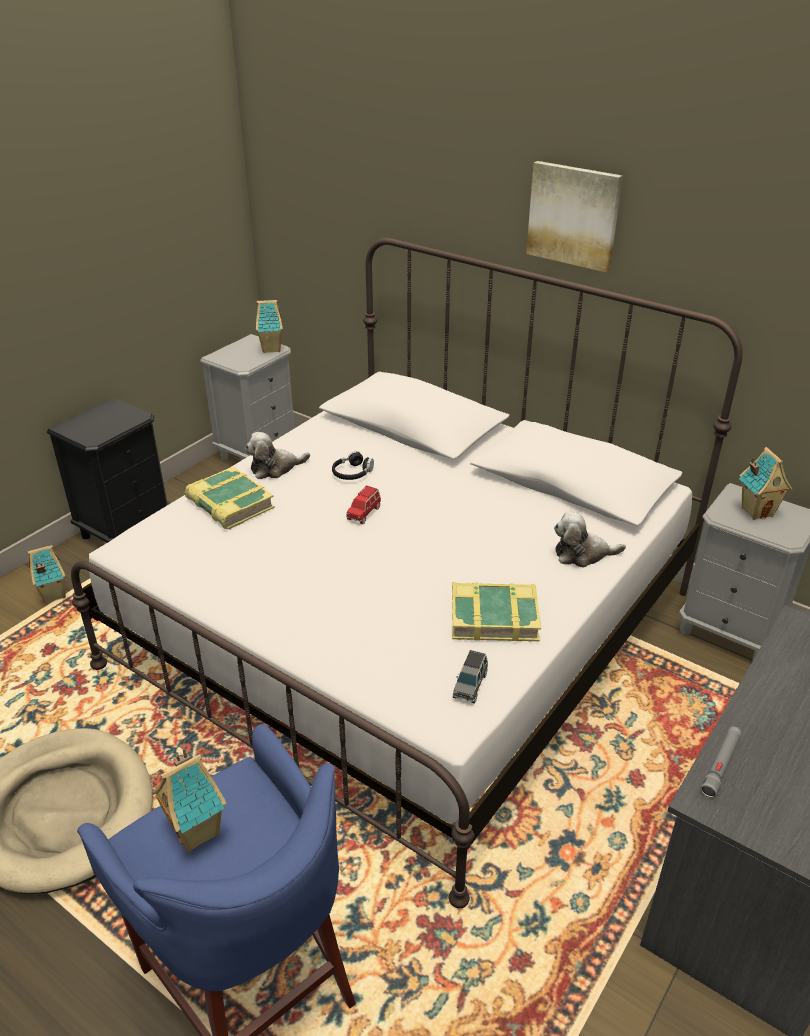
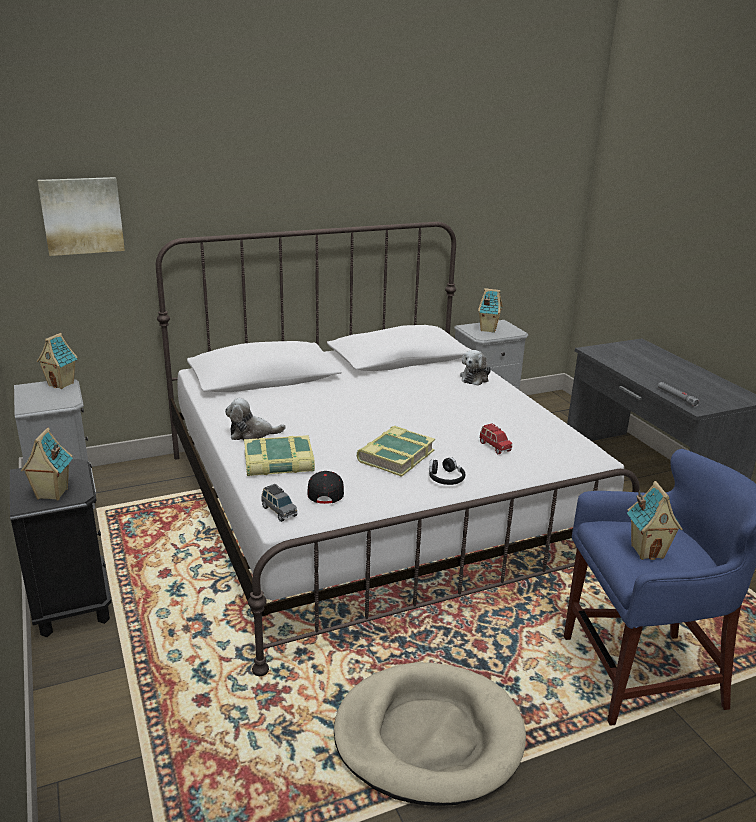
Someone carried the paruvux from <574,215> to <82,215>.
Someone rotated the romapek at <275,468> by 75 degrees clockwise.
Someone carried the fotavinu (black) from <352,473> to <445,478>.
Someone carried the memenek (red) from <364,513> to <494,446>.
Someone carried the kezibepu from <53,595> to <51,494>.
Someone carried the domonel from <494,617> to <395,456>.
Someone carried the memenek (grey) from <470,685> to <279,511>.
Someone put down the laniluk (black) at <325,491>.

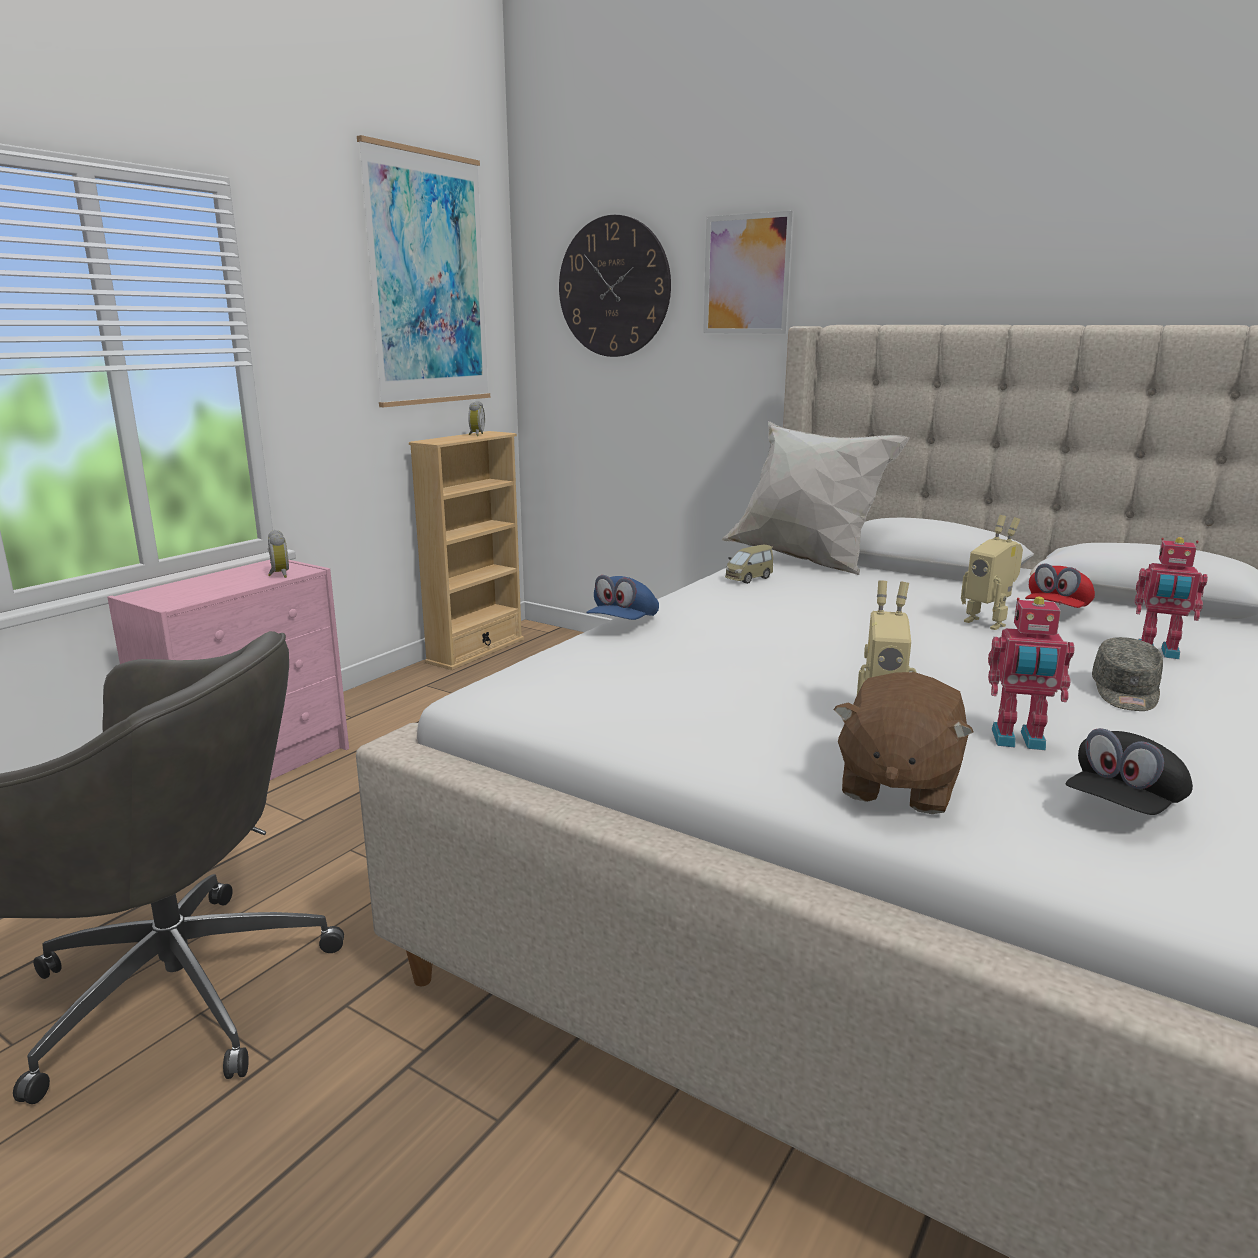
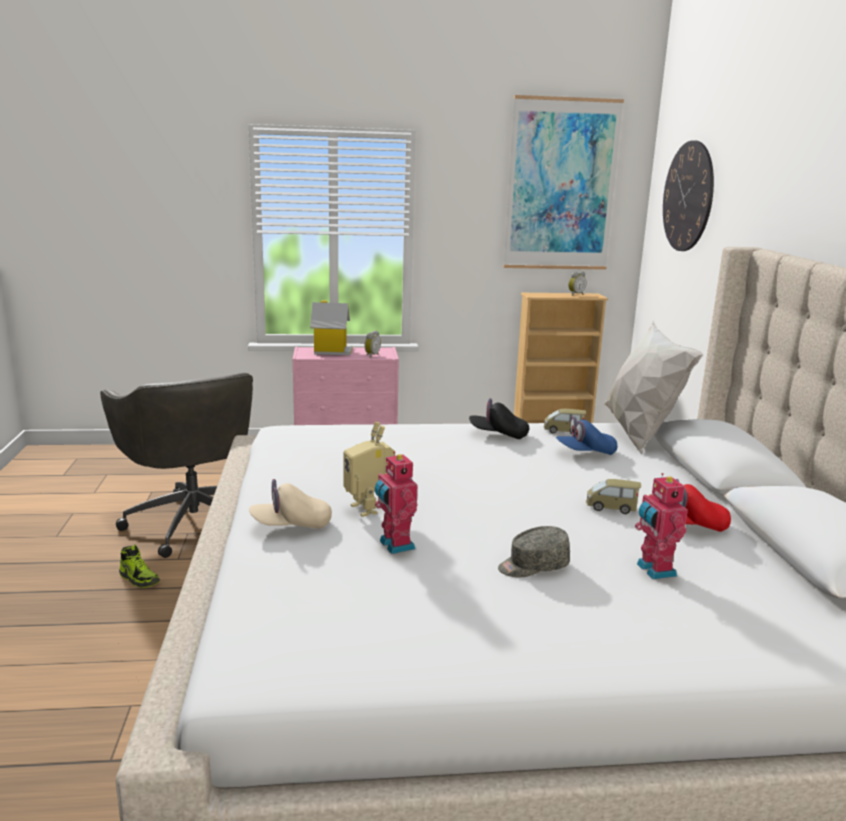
Someone took away the paruvux at <747,274>.
Someone swapped the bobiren at <988,622> for the memenek at <611,507>.
Someone carried the laniluk (blue) from <623,624> to <585,453>.
Someone swapped the romapek (brown) at <896,785> for the laniluk (beige) at <291,525>.
Someone carried the laniluk (black) from <1123,807> to <498,434>.
Someone put down the kezibepu at <331,351>.
Someone put down the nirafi at <139,579>.

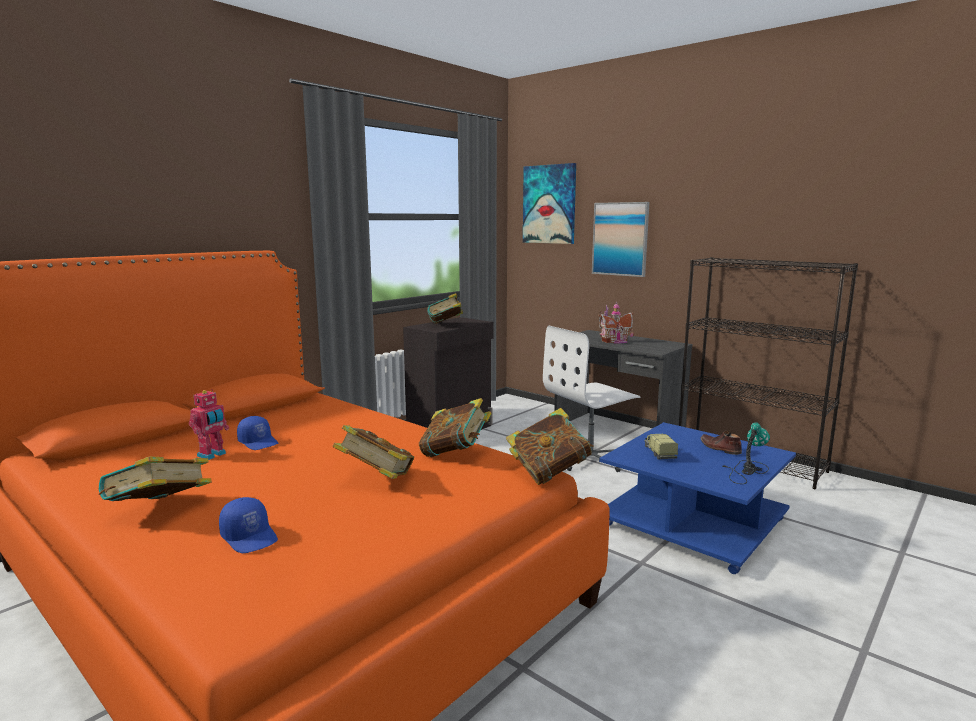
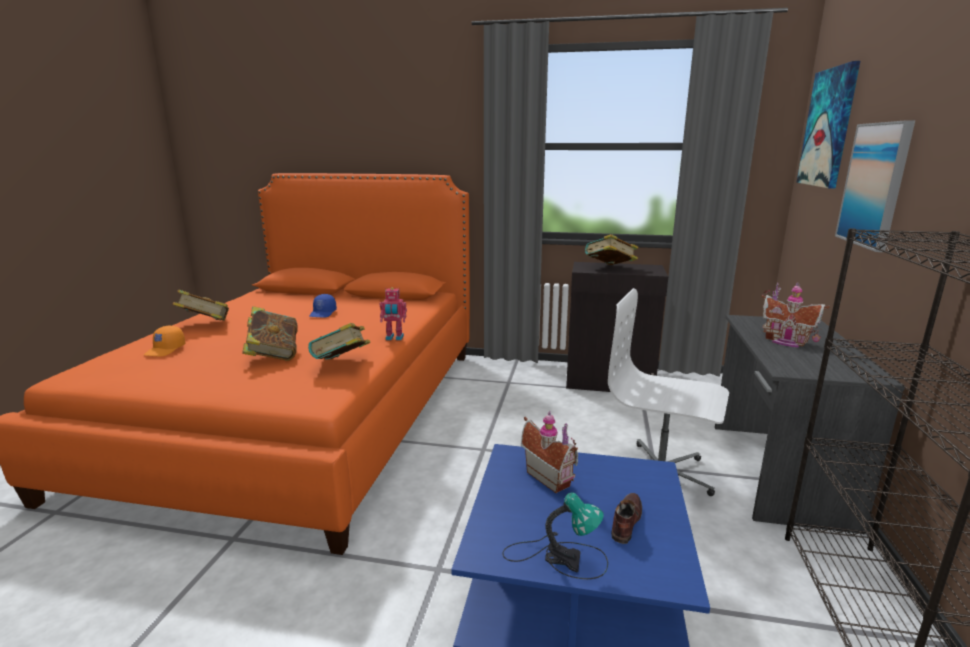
Someone carried the bobiren from <212,455> to <394,338>.
Someone took away the domonel at <549,473>.
Someone swapped the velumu at <659,453> for the kezibepu at <550,477>.
Someone repainted the laniluk (blue) at <250,537>, which became the laniluk (orange) at <166,350>.

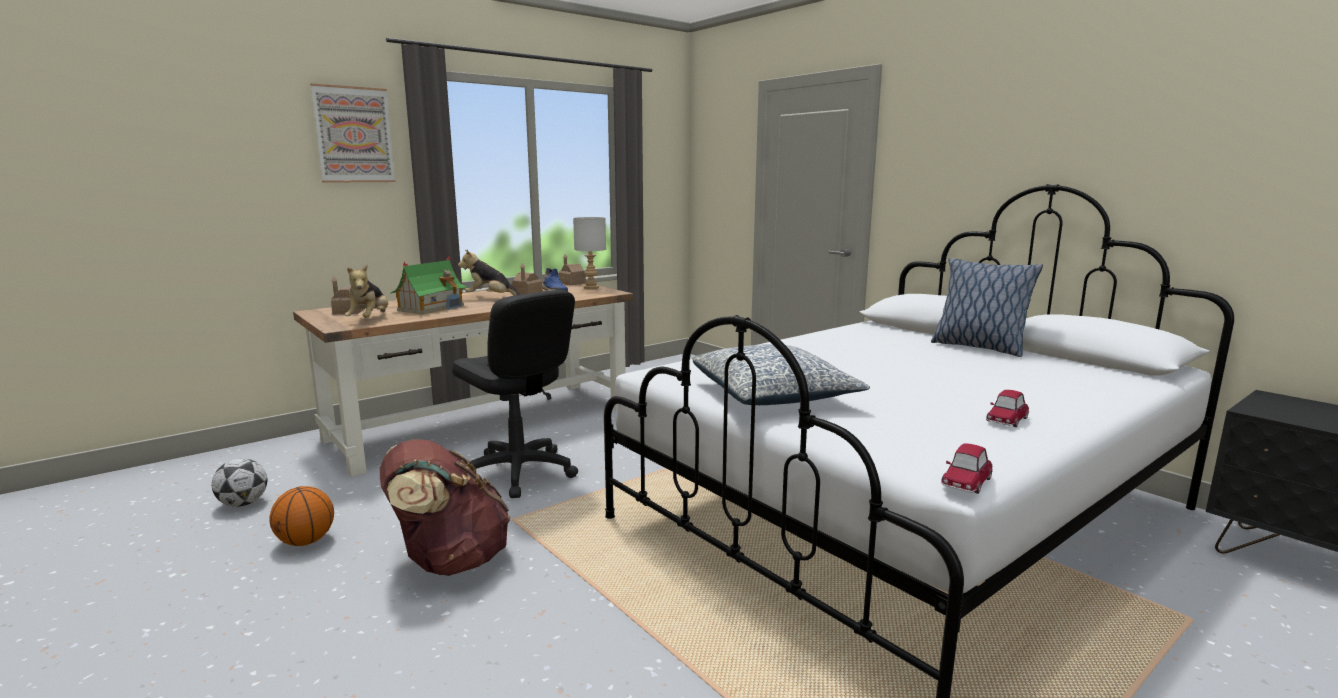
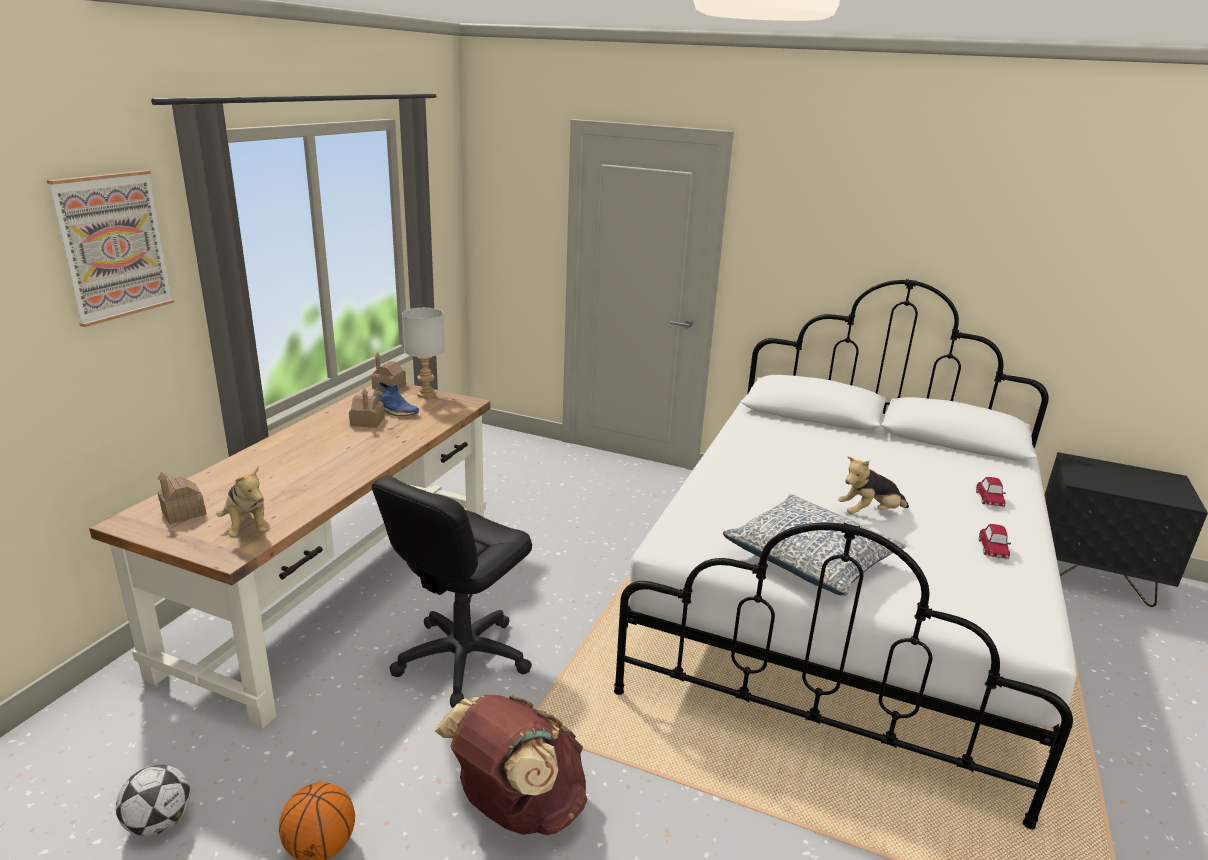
Someone carried the romapek from <491,298> to <869,513>.
Someone took away the kezibepu at <431,308>.
Someone took away the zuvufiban at <978,347>.
Someone rotated the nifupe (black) at <518,472> by 105 degrees clockwise.
Someone carried the memenek from <966,482> to <989,499>.

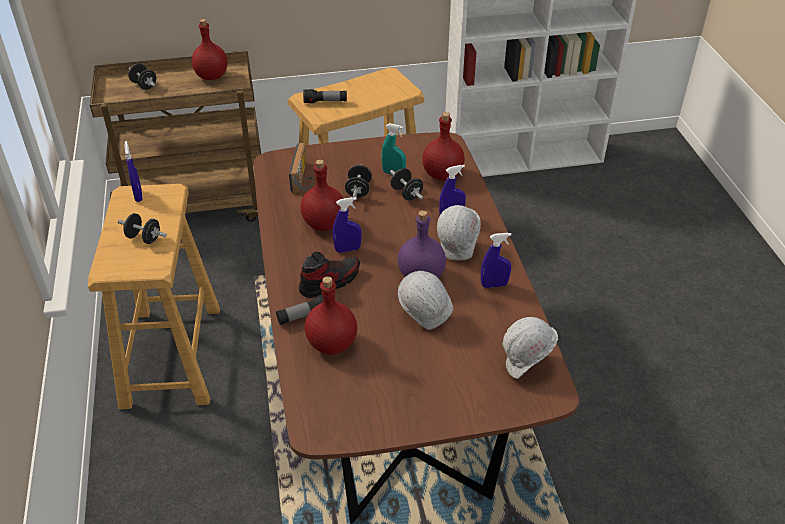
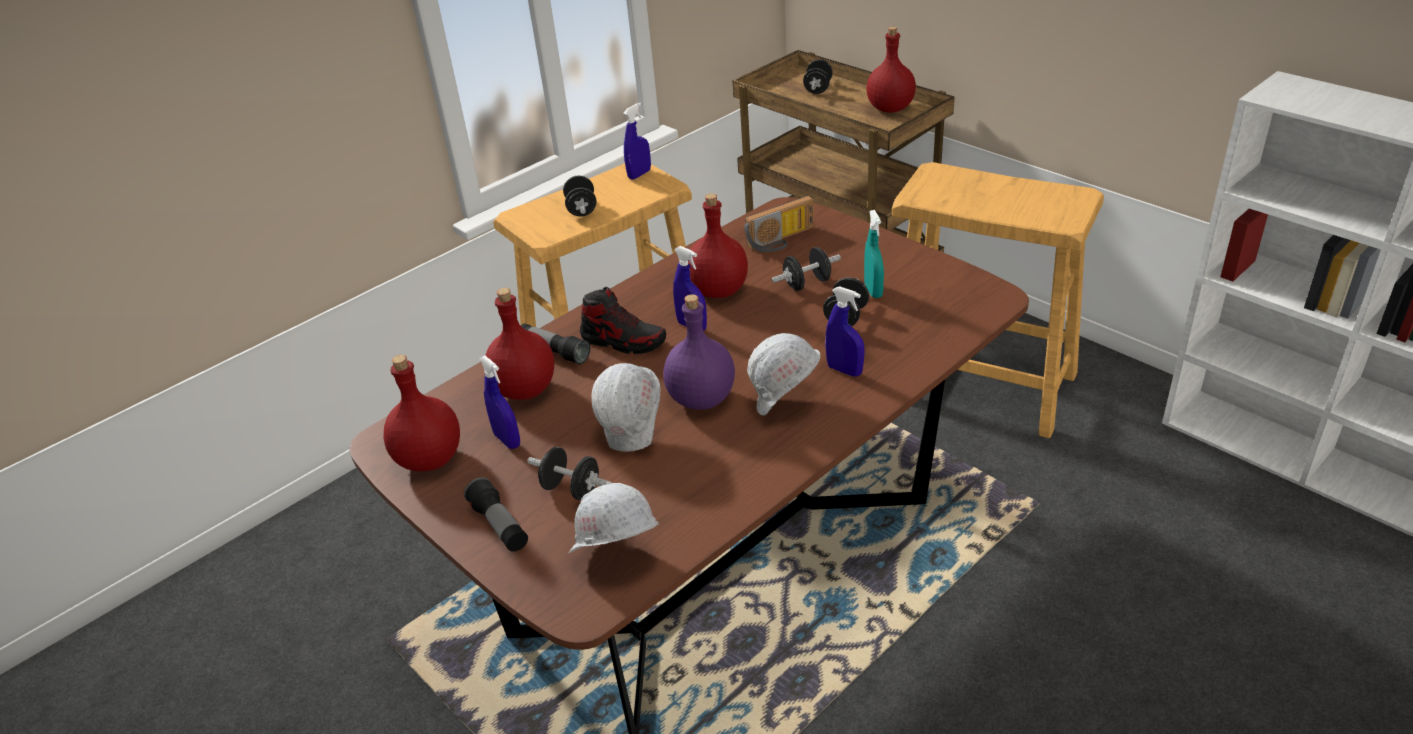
Someone carried the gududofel from <325,102> to <499,526>.
Someone carried the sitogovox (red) from <443,175> to <429,460>.
Someone carried the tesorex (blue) from <494,285> to <507,440>.
Someone put down the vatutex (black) at <571,489>.

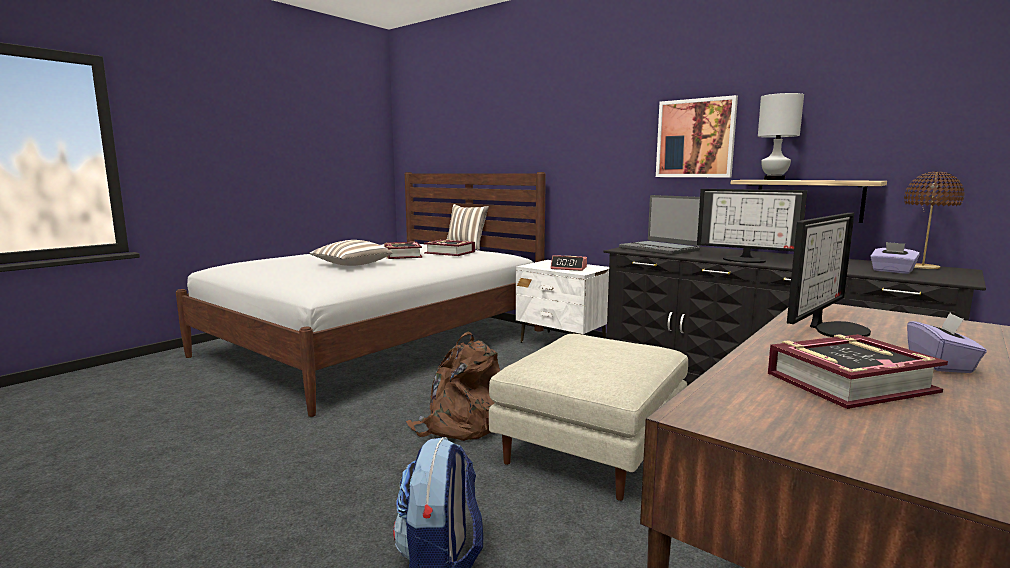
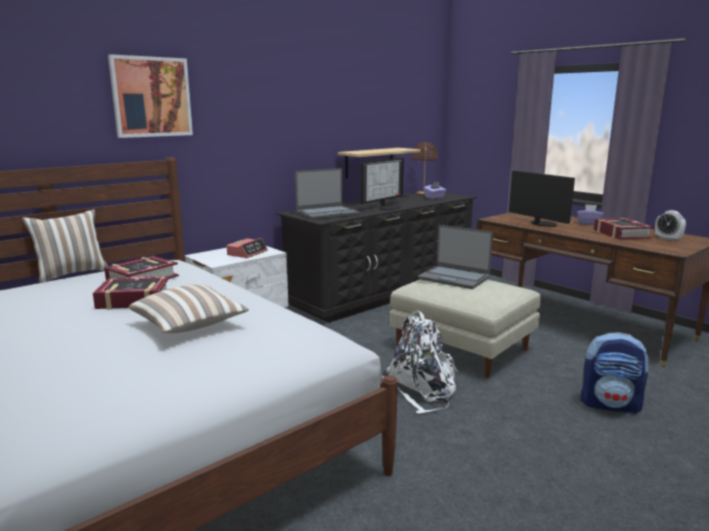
Someone took away the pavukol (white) at <774,179>.
Someone carried the paruvux from <695,138> to <151,97>.
Someone repainted the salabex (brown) at <461,424>, which became the salabex (white) at <422,389>.
Someone put down the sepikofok at <668,239>.
Someone put down the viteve at <454,278>.

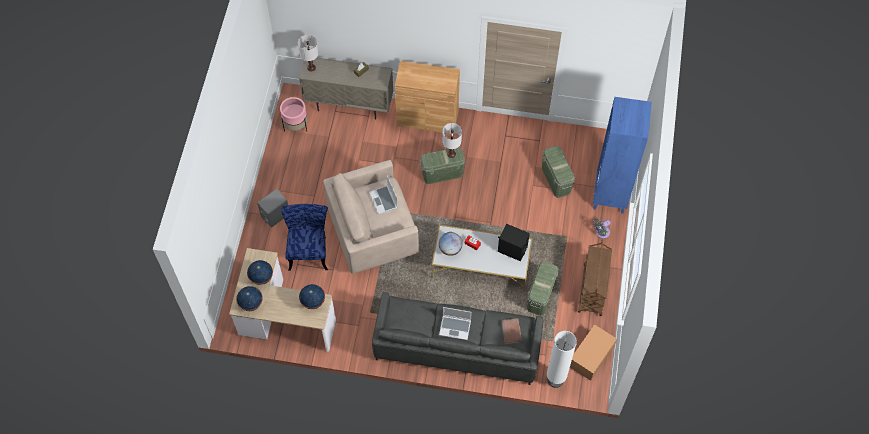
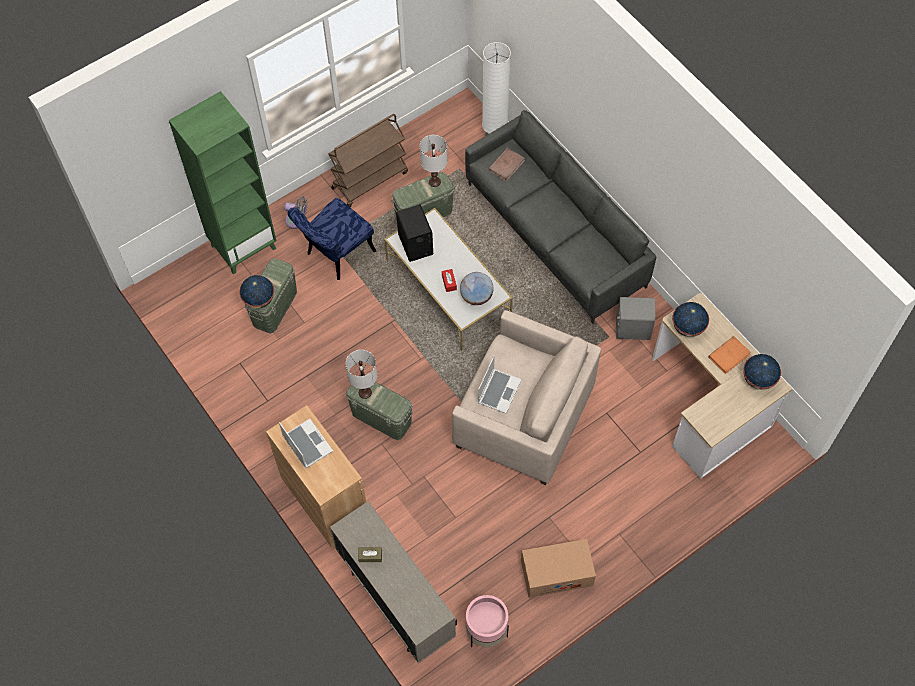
Someone carried the pavukol (white) from <311,67> to <434,181>.
Someone repainted the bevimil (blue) at <610,196>, which became the bevimil (green) at <243,246>.
Someone carried the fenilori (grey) from <275,215> to <632,329>.
Someone carried the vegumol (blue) from <309,249> to <335,255>.
Someone carried the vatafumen from <261,277> to <259,300>.
Someone carried the viteve from <455,327> to <306,444>.
Someone carried the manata from <591,356> to <556,573>.
Someone put down the domonel (orange) at <729,356>.

